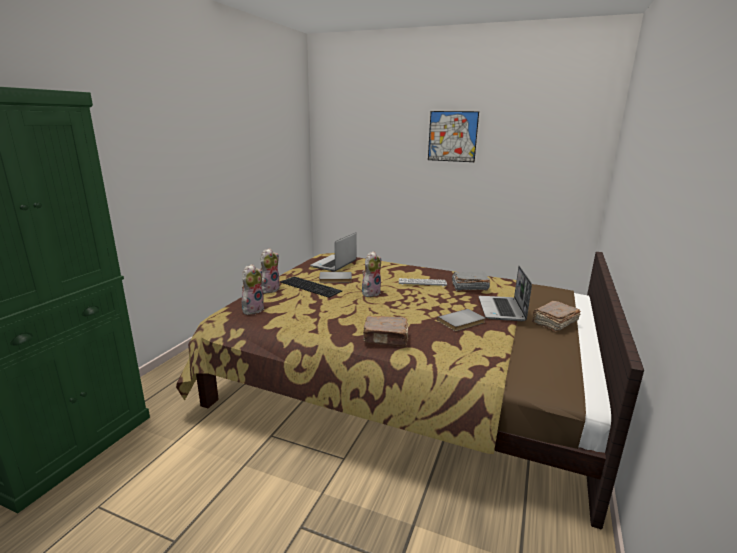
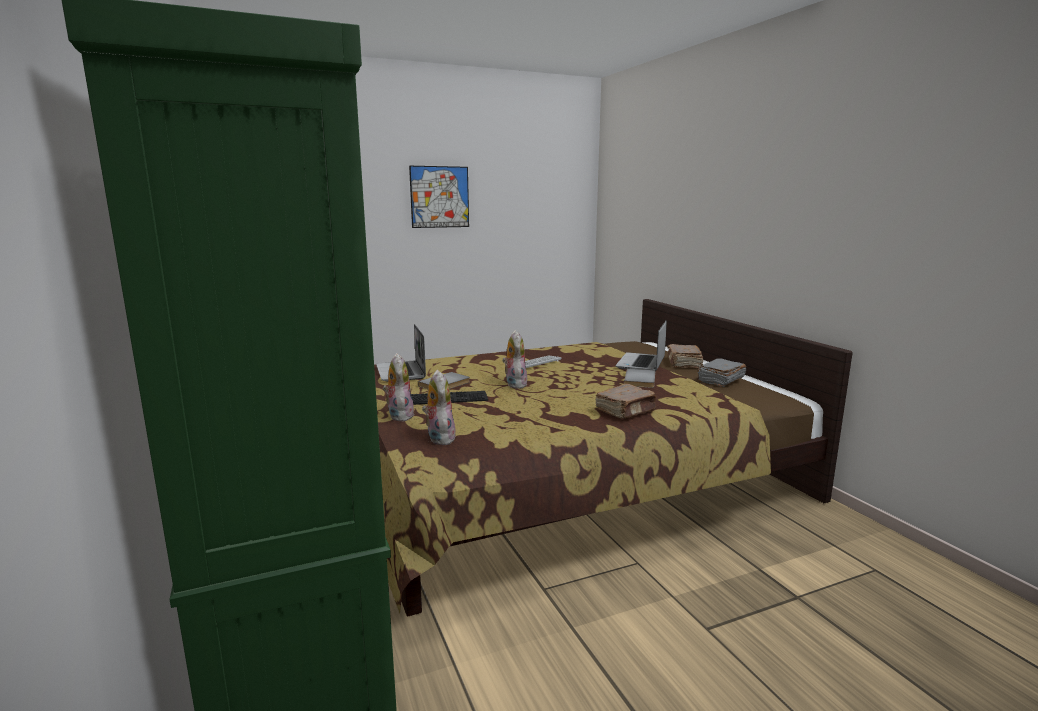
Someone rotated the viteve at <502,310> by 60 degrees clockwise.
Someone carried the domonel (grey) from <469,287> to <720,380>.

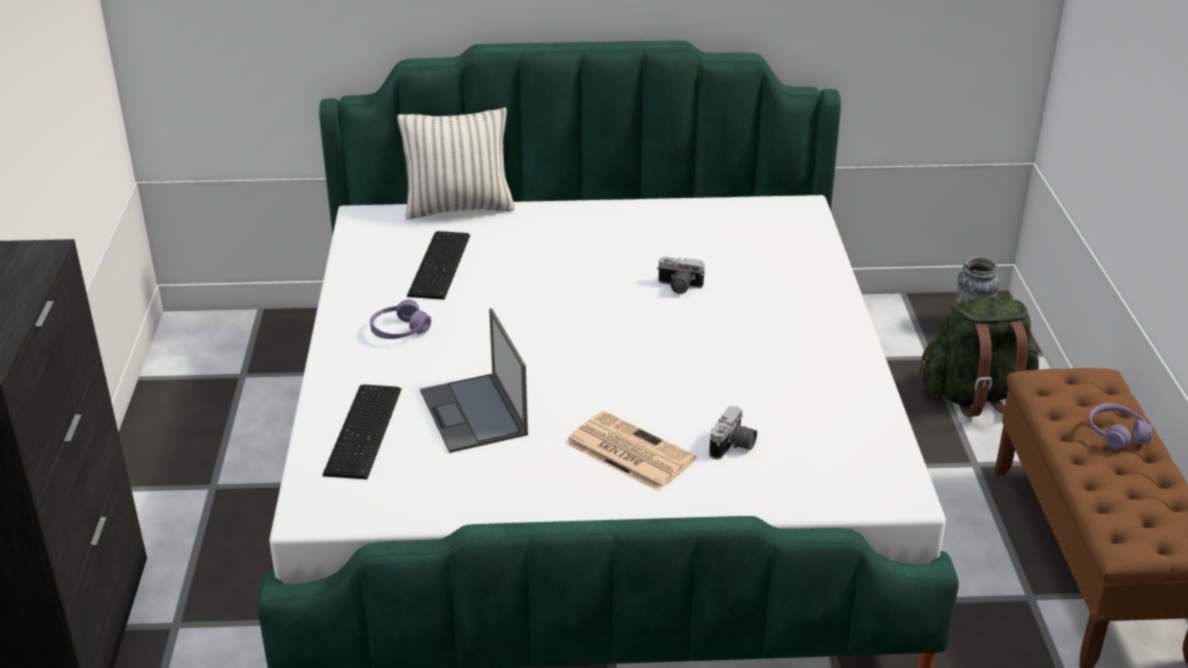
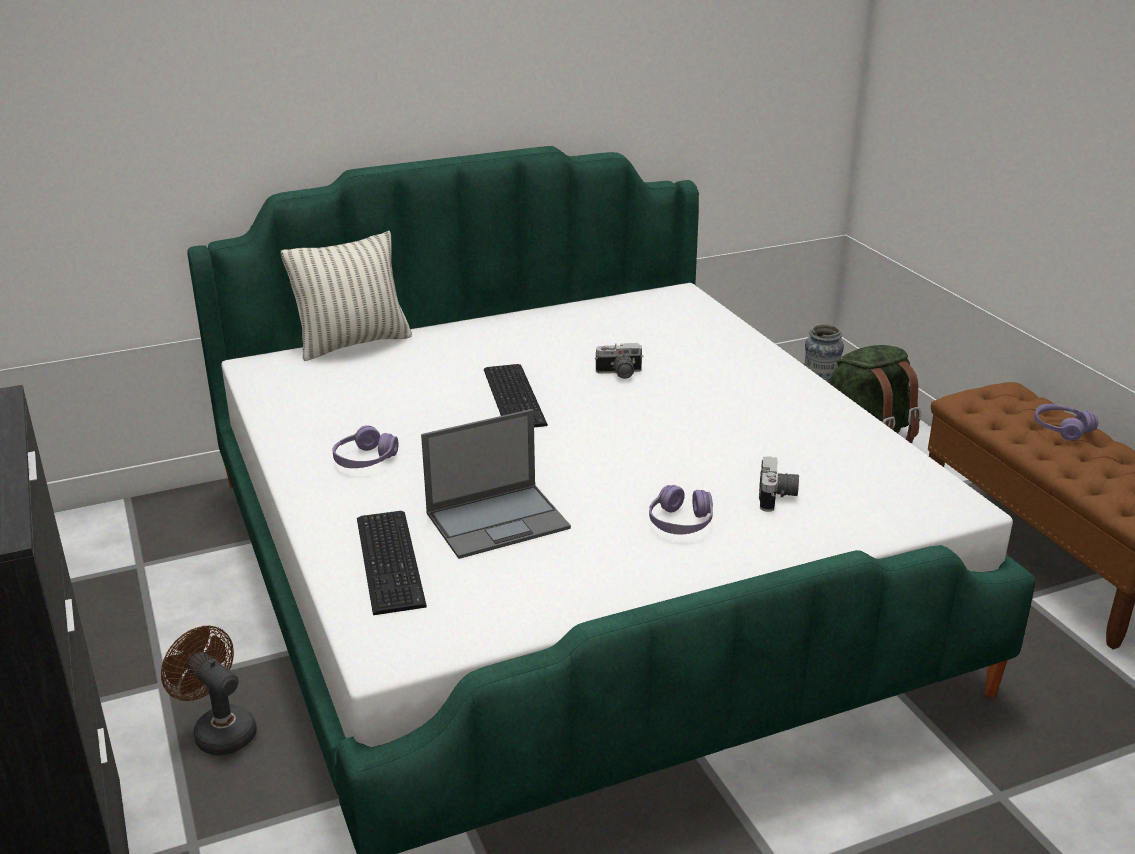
Someone carried the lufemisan from <442,264> to <516,396>.
Someone rotated the viteve at <474,414> by 75 degrees counterclockwise.
Someone swapped the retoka at <628,451> for the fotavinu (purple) at <680,522>.
Someone put down the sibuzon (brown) at <219,730>.

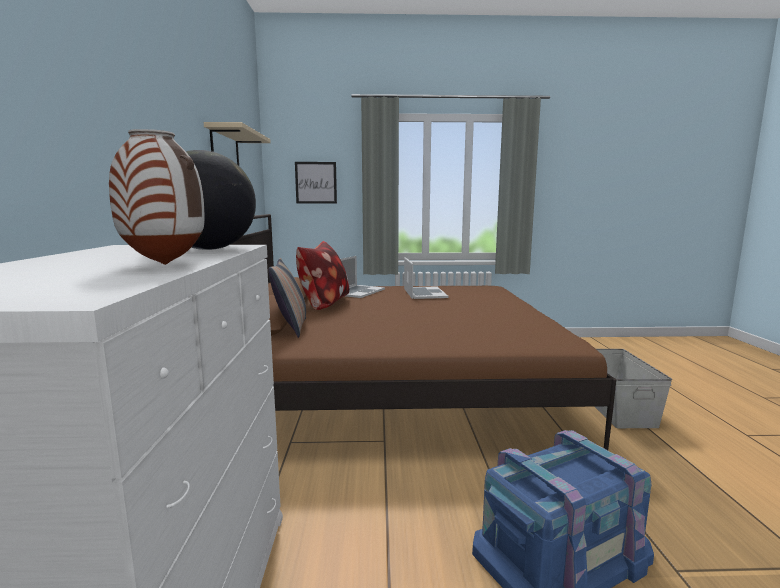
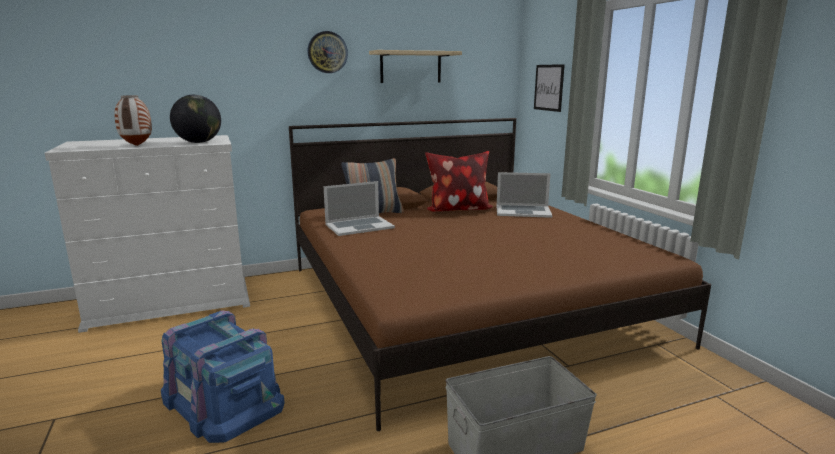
Someone carried the viteve from <424,293> to <359,226>.
Someone put up the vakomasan at <327,52>.

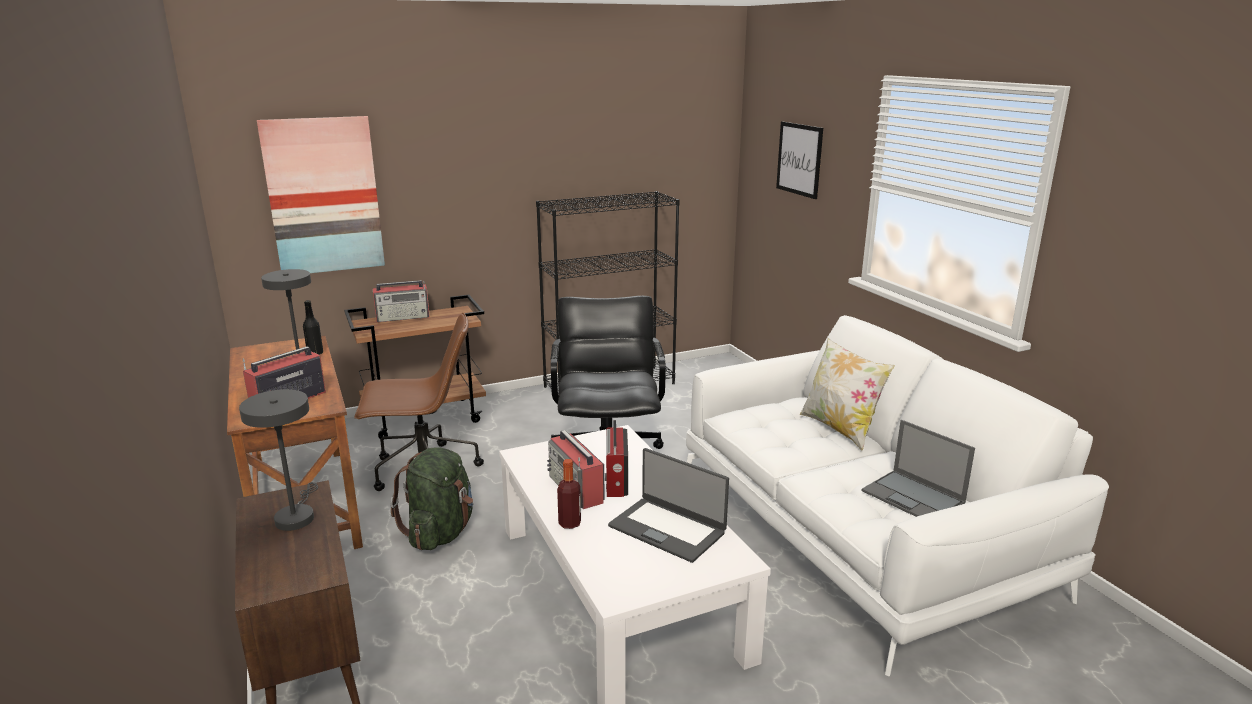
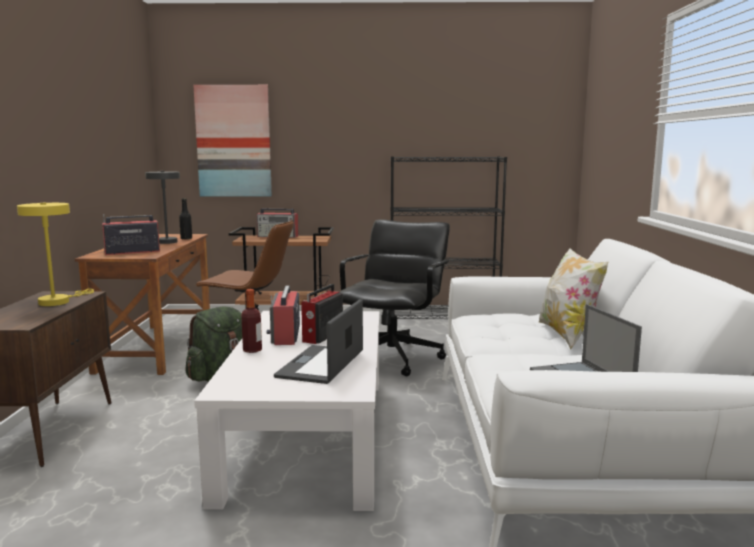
Someone took away the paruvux at <799,159>.
Someone repainted the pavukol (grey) at <296,516>, which became the pavukol (yellow) at <58,301>.
Someone rotated the viteve at <667,529> by 45 degrees clockwise.

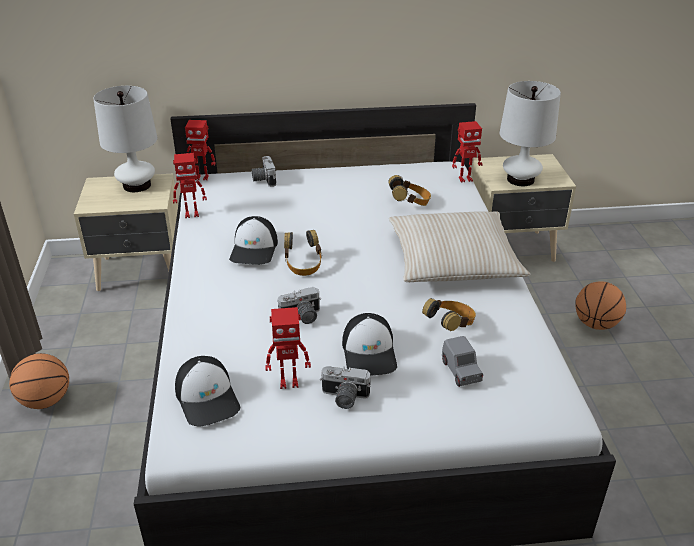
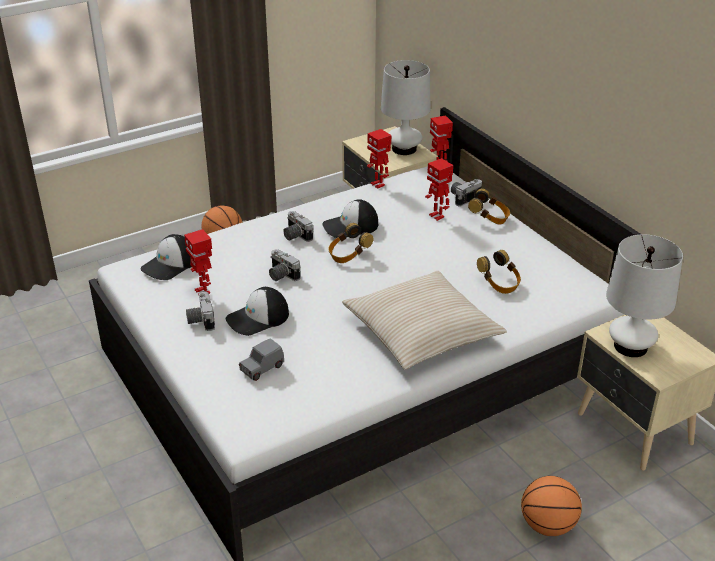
Someone carried the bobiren from <465,179> to <437,216>.
Someone carried the fotavinu from <450,326> to <489,218>.
Someone put down the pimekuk at <295,236>.

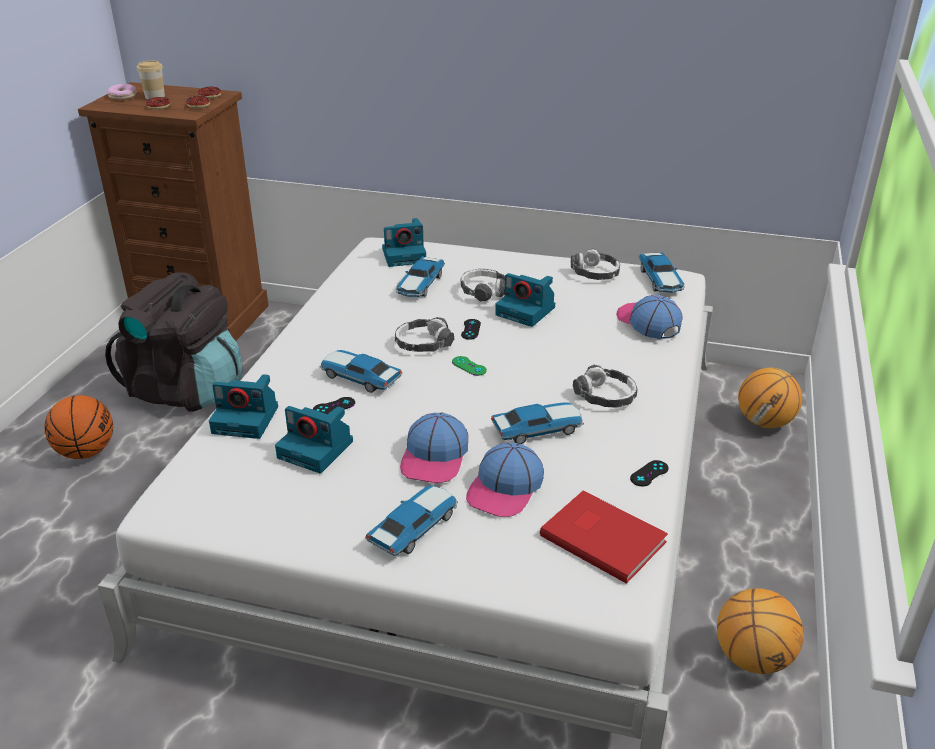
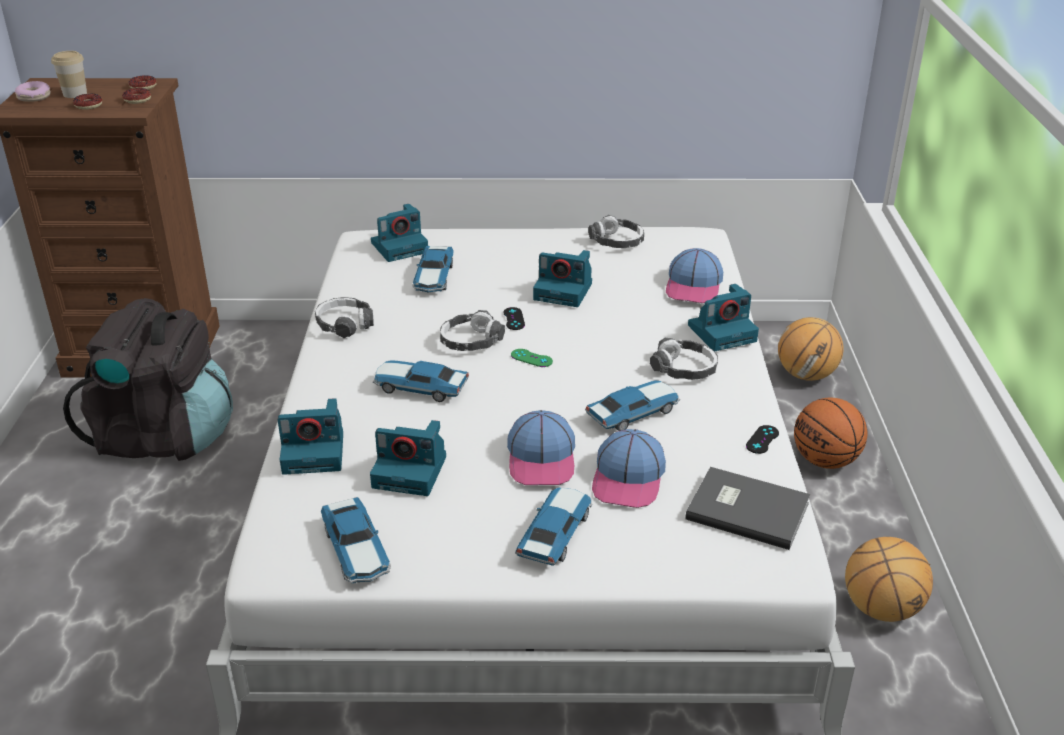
Someone carried the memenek from <660,280> to <356,551>.
Someone carried the fotavinu from <484,291> to <344,324>.
Someone rotated the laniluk at <648,322> by 120 degrees counterclockwise.
Someone carried the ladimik from <86,452> to <825,461>.
Someone took away the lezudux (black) at <334,406>.
Someone repainted the domonel (red) at <603,536>, which became the domonel (grey) at <746,509>.
Someone put down the pimekuk at <723,332>.

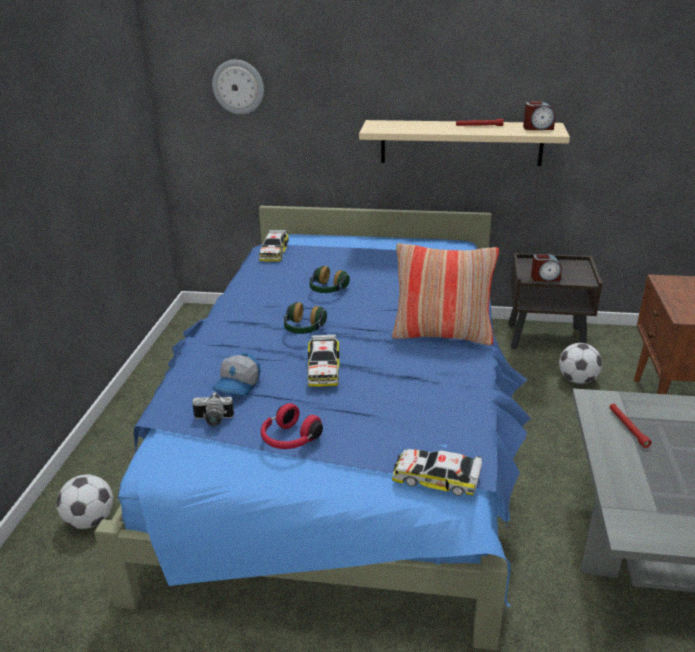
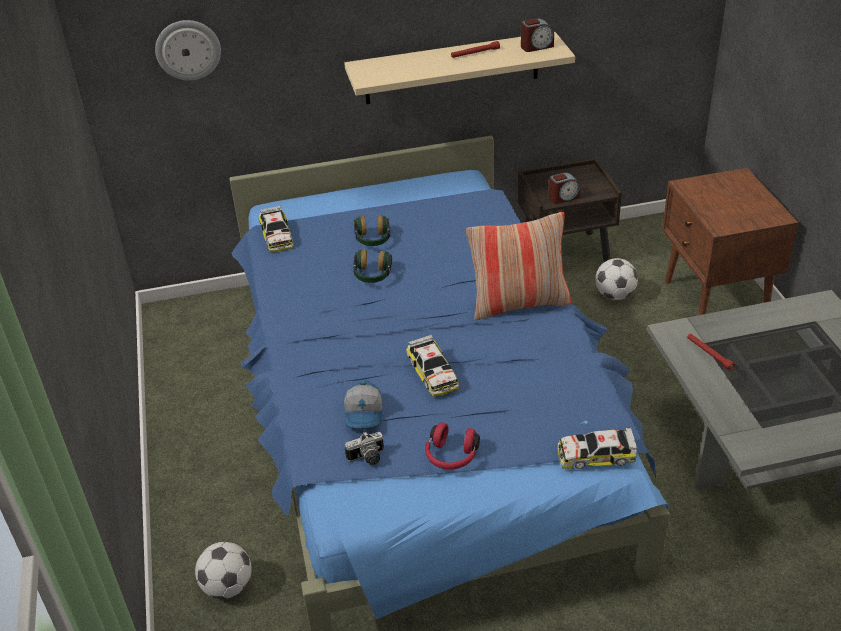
Someone carried the fotavinu from <303,329> to <373,240>.

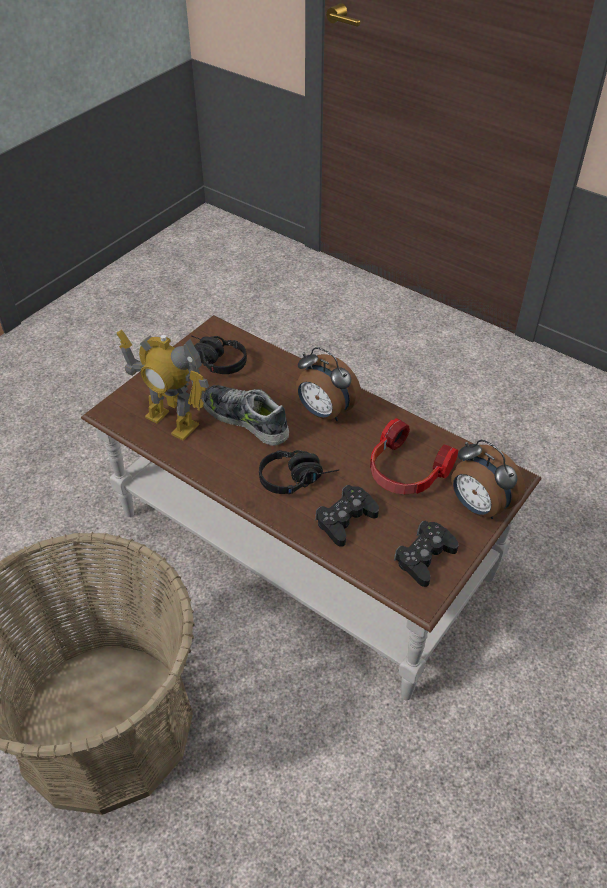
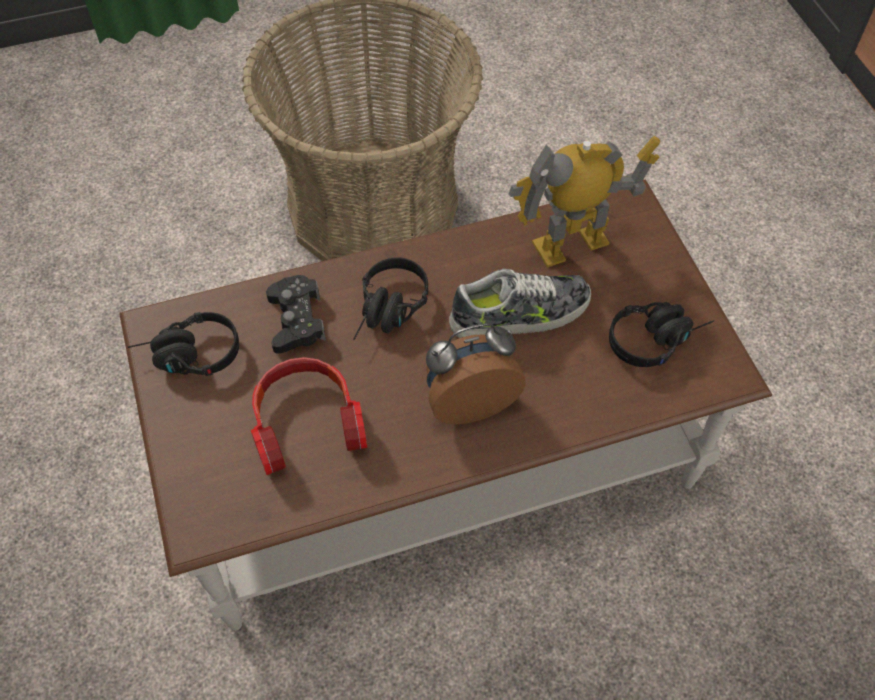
Someone took away the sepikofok at <478,506>.
Someone swapped the lezudux (black) at <424,557> for the fotavinu (black) at <188,357>.

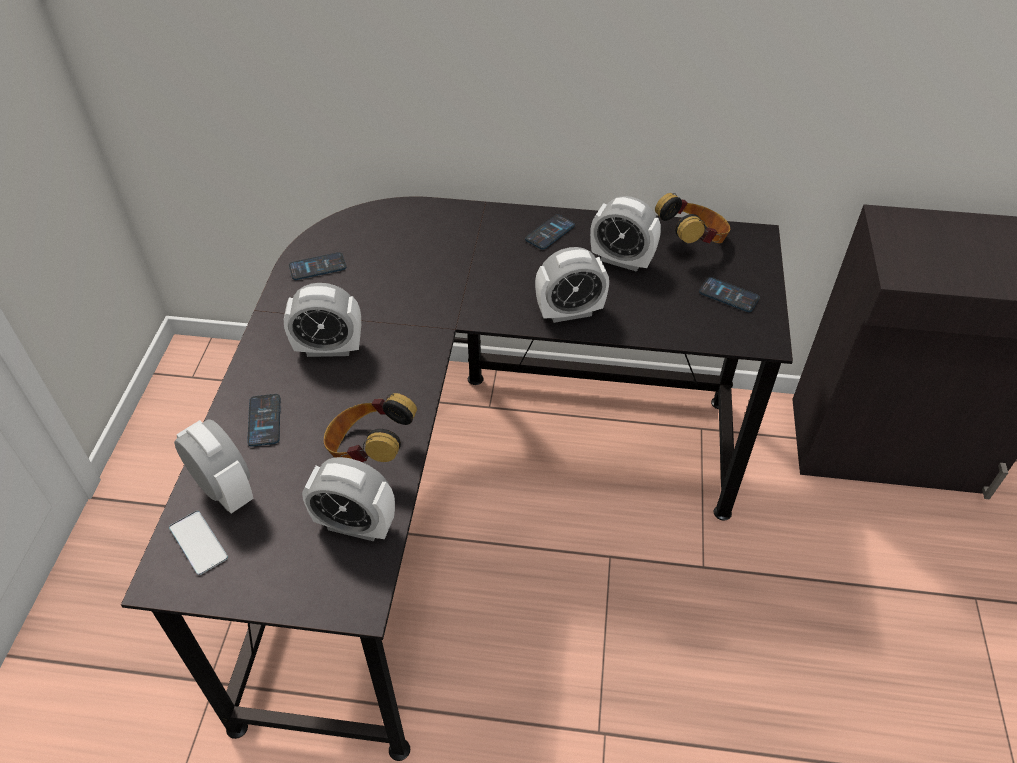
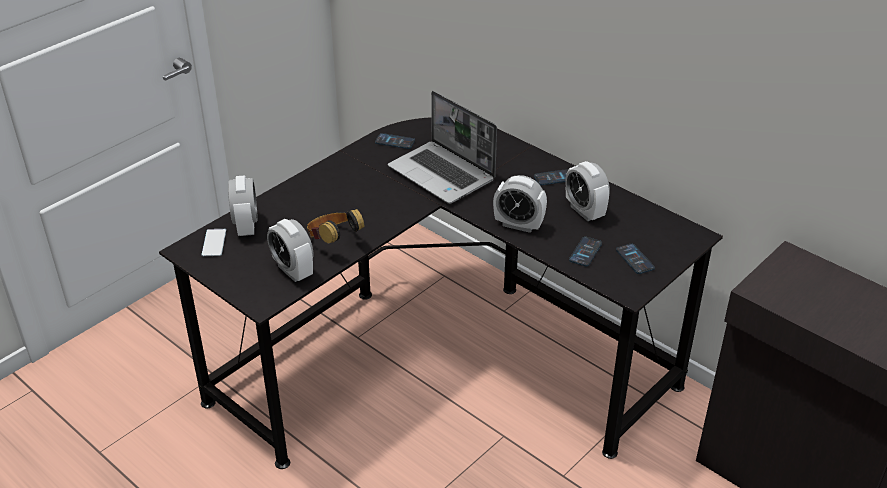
Someone took away the fotavinu at <692,241>.
Someone took away the sepikofok at <329,348>.
Someone carried the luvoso from <264,420> to <585,252>.
Someone put down the viteve at <443,174>.

